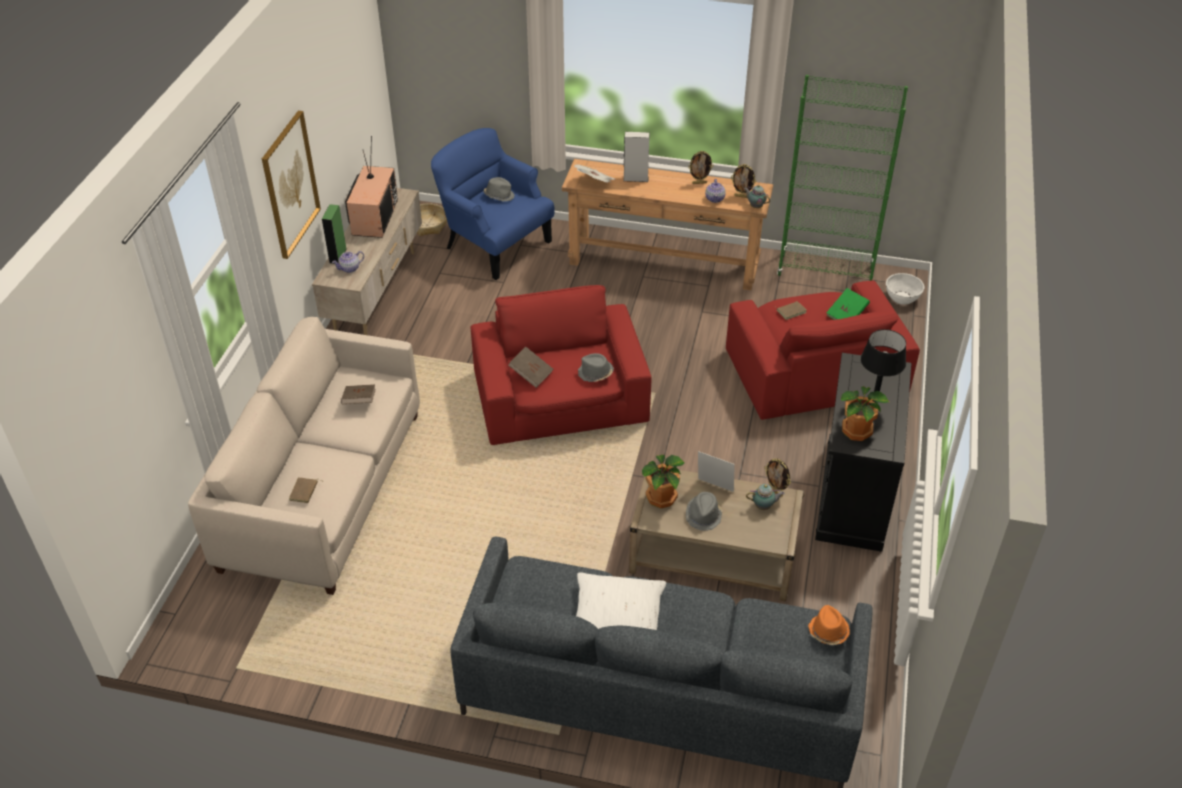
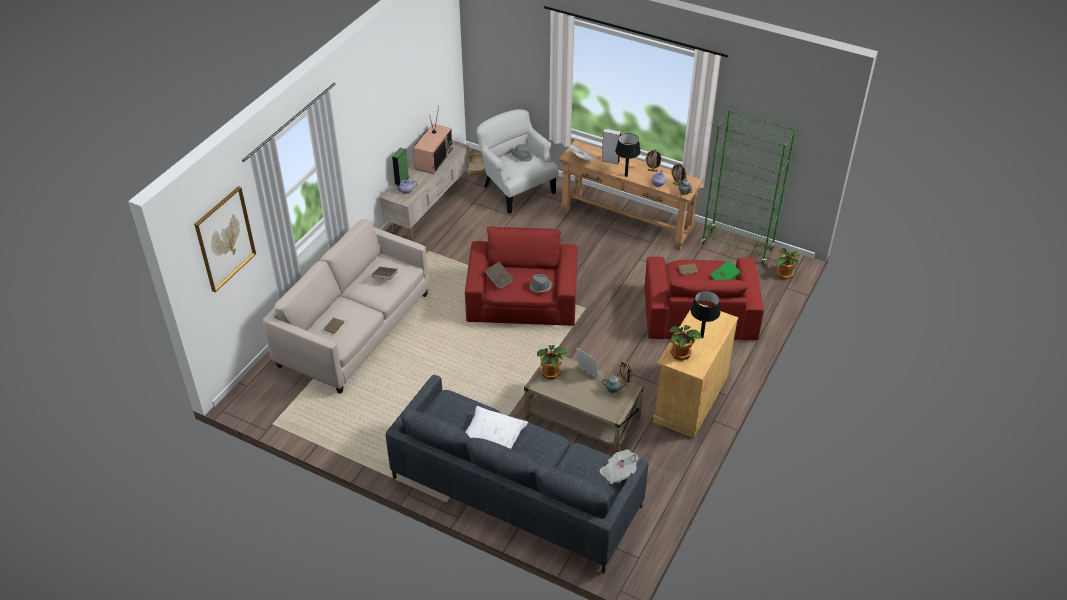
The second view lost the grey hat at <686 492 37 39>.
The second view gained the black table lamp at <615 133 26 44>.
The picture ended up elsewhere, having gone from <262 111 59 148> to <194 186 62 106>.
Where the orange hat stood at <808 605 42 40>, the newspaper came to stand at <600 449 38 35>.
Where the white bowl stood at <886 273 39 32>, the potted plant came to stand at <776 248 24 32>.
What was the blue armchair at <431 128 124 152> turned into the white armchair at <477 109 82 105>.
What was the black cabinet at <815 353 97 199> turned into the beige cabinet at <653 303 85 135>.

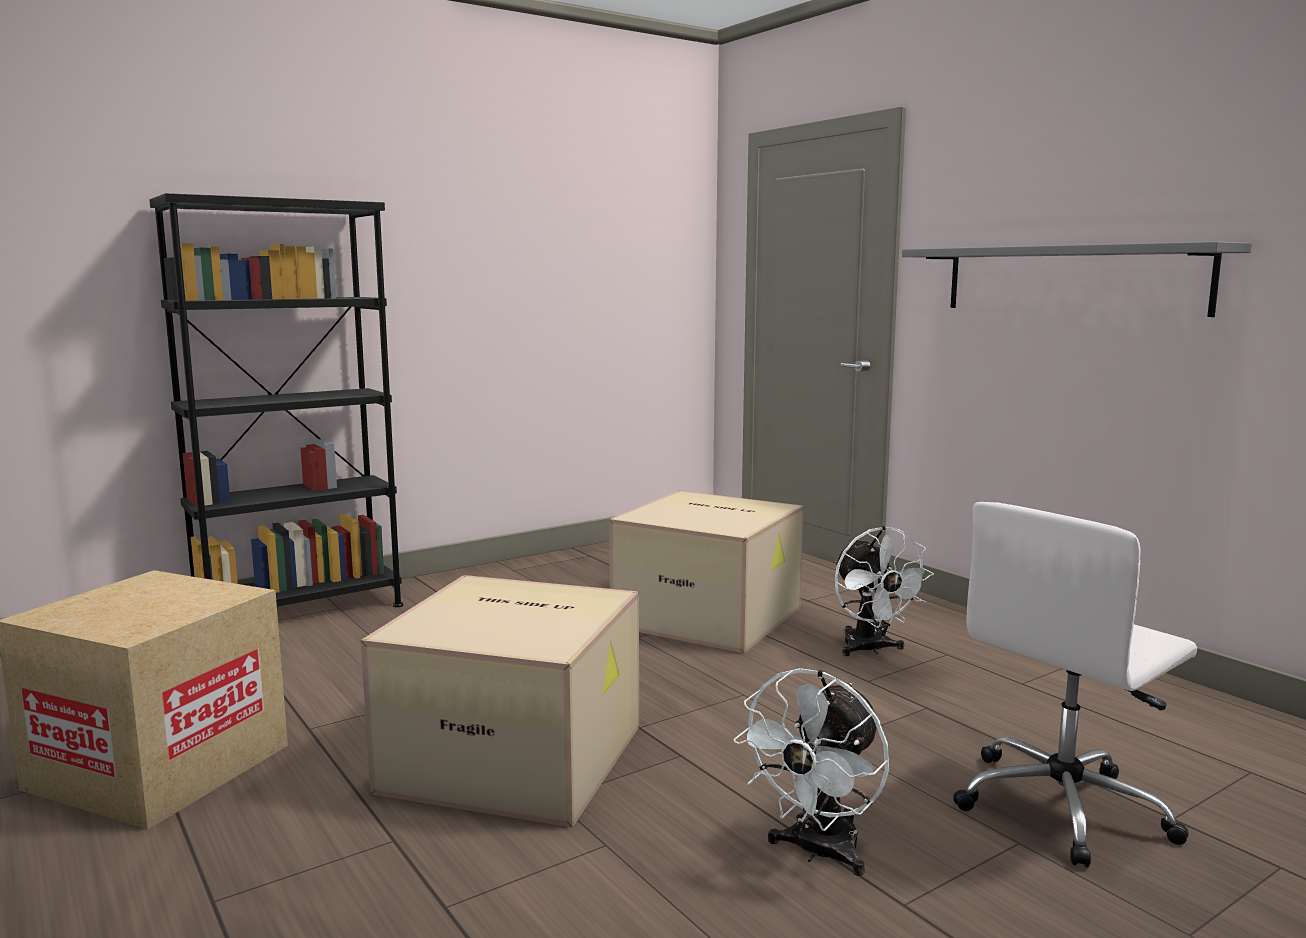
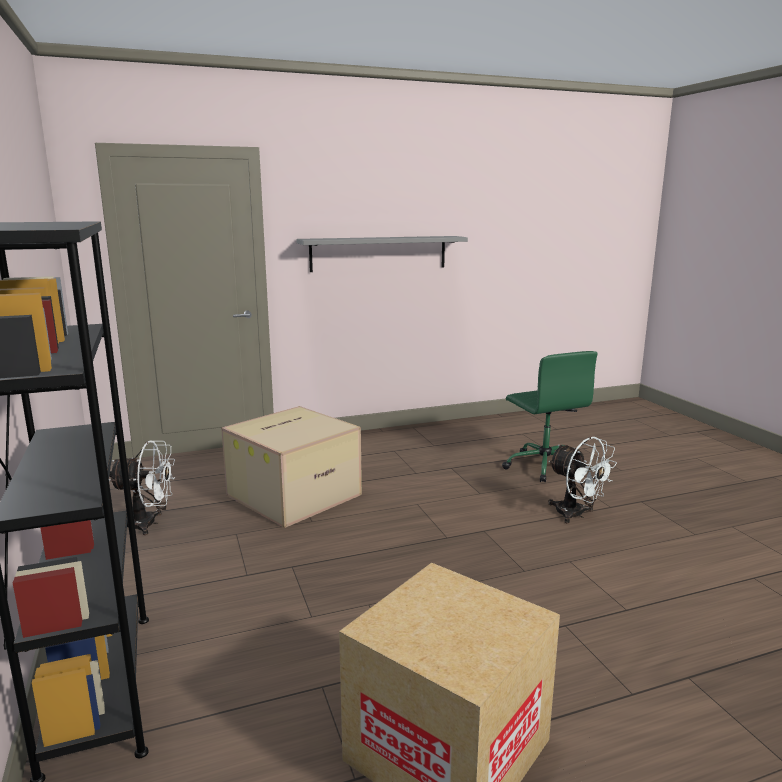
The second view lost the cardboard box at <361 575 278 253>.
The white fan ended up elsewhere, having gone from <835 526 99 130> to <109 440 66 95>.
What was the white office chair at <953 502 244 366> turned into the green office chair at <502 351 96 131>.

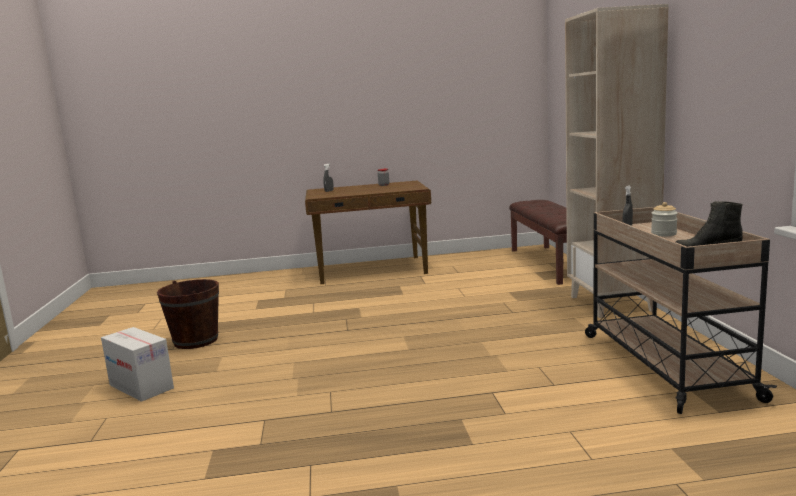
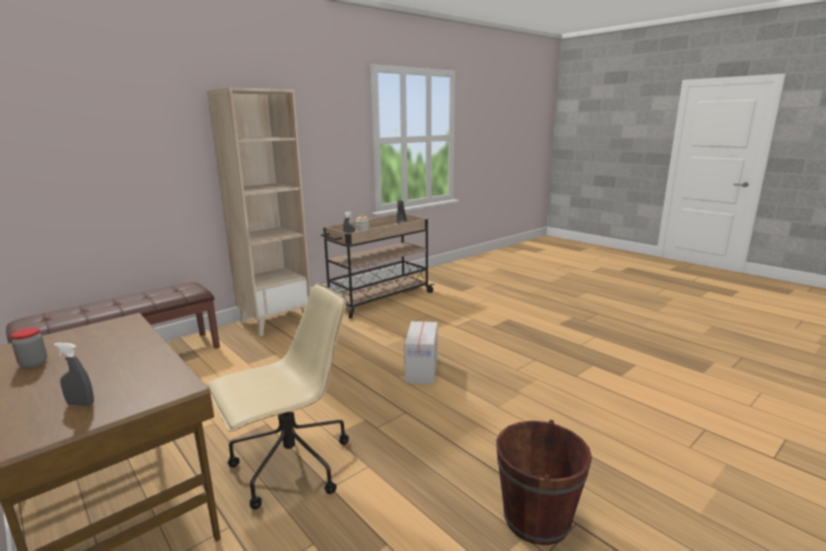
The second view gained the beige office chair at <206 284 143 226>.
The cardboard box ended up elsewhere, having gone from <101 327 73 75> to <405 321 33 63>.

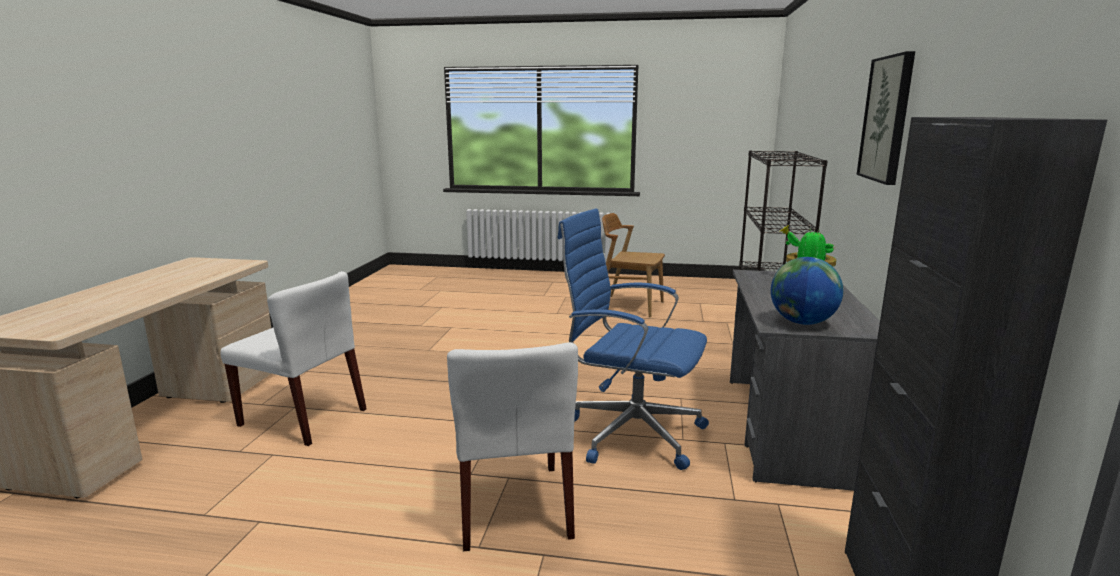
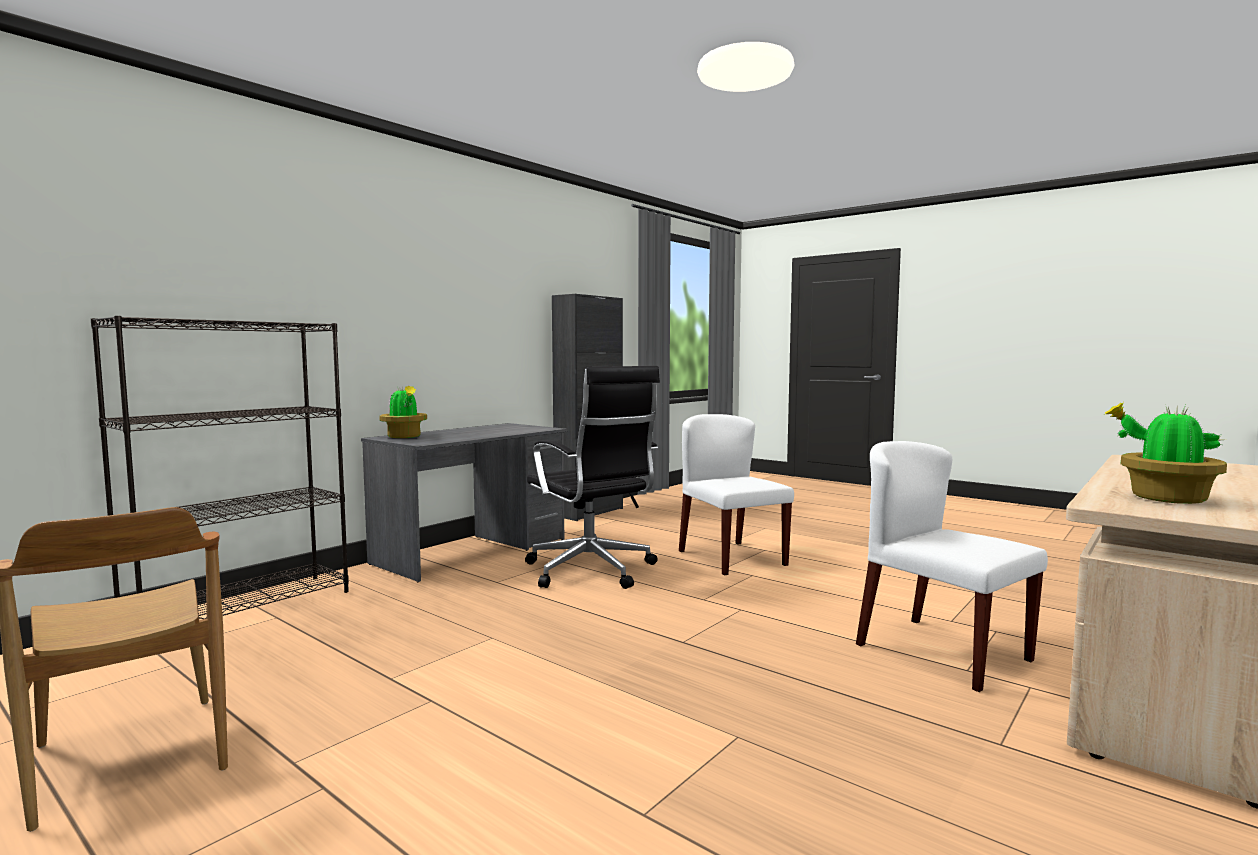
The second view lost the globe at <771 257 72 68>.
The second view lost the picture at <857 51 58 134>.
The second view gained the potted plant at <1103 403 124 101>.
What was the blue office chair at <557 208 152 262> turned into the black office chair at <525 366 135 223>.
The white chair at <447 342 131 209> ended up facing another way, 45 degrees counterclockwise from before.

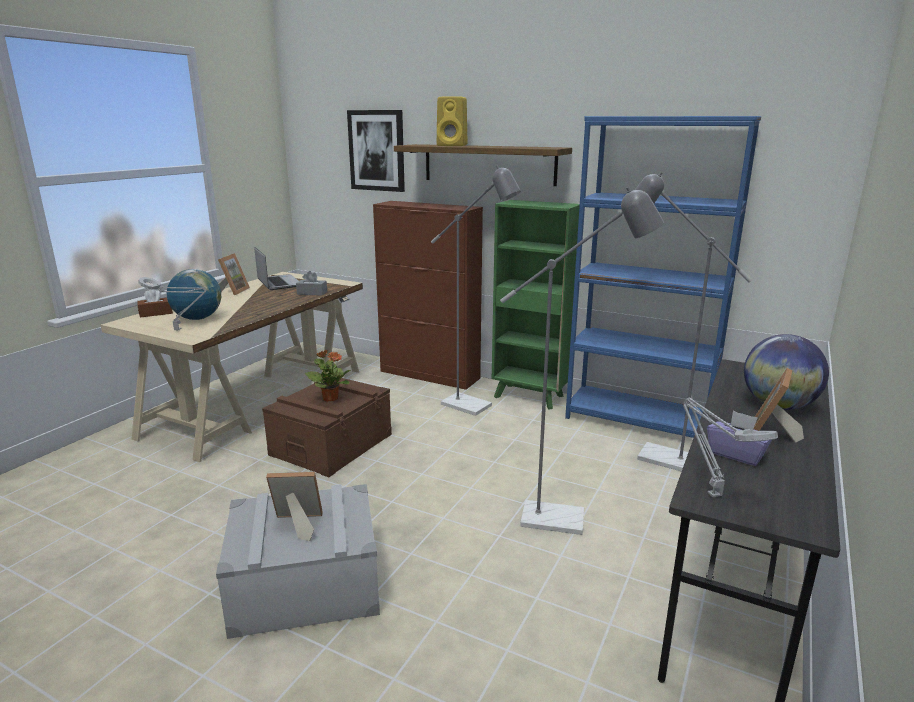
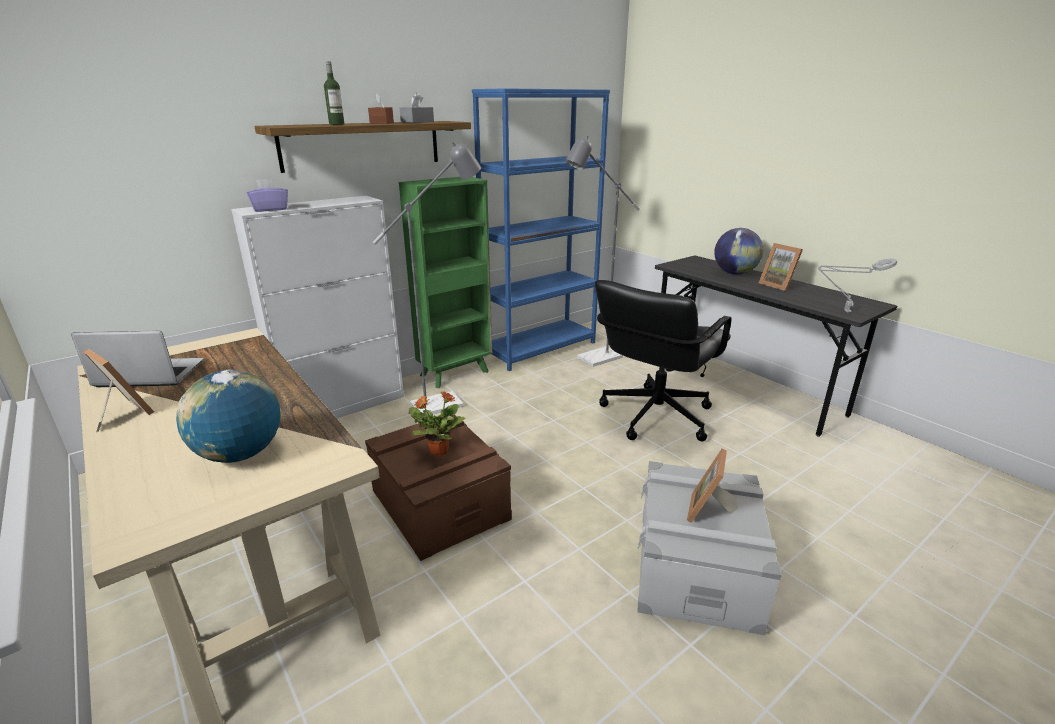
The second view lost the grey table lamp at <138 277 68 53>.
The second view lost the picture at <347 110 58 82>.
The brown tissue box ended up elsewhere, having gone from <137 289 36 29> to <368 92 26 32>.
The grey tissue box ended up elsewhere, having gone from <296 271 31 25> to <400 93 34 30>.
The purple tissue box ended up elsewhere, having gone from <707 411 65 55> to <247 179 41 33>.
Where the yellow speaker stood at <437 96 30 50>, the bottle came to stand at <324 61 20 64>.
Where the grey floor lamp stood at <500 187 164 348>, the black office chair came to stand at <595 280 137 161>.
What was the brown cabinet at <373 201 110 189> turned into the white cabinet at <231 195 173 223>.

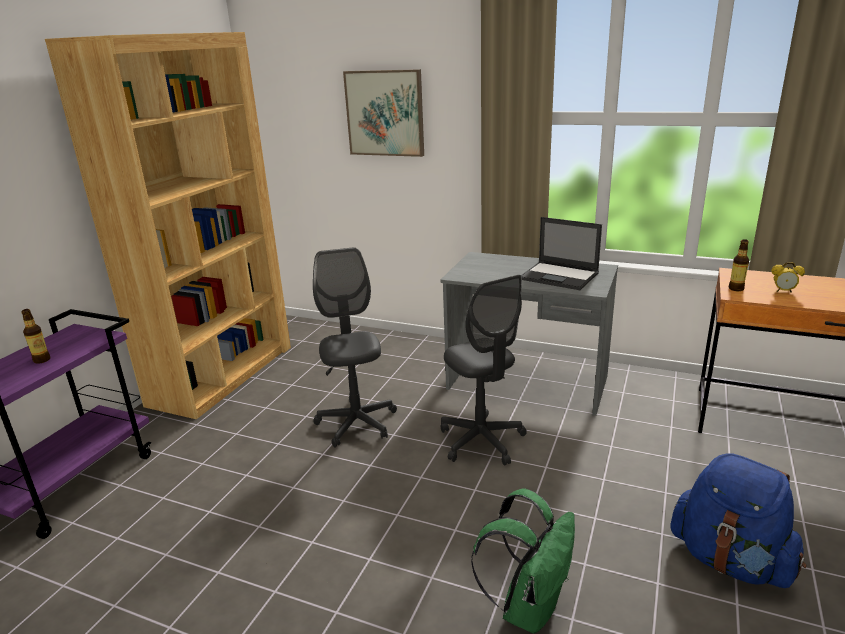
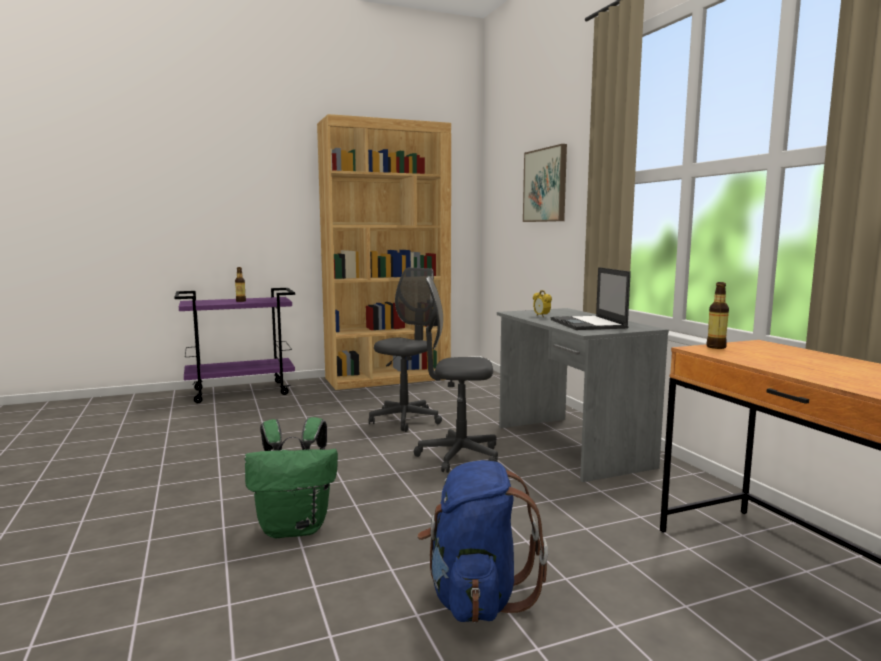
The alarm clock ended up elsewhere, having gone from <771 262 34 31> to <533 290 19 27>.
The grey office chair at <441 275 86 191> ended up facing another way, 75 degrees clockwise from before.

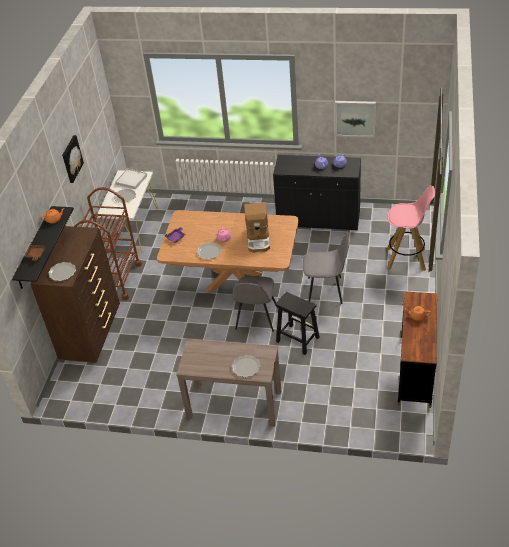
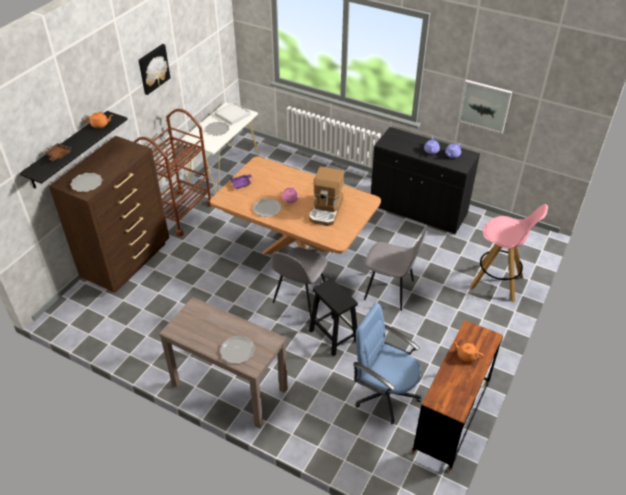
The second view gained the blue office chair at <353 303 68 121>.

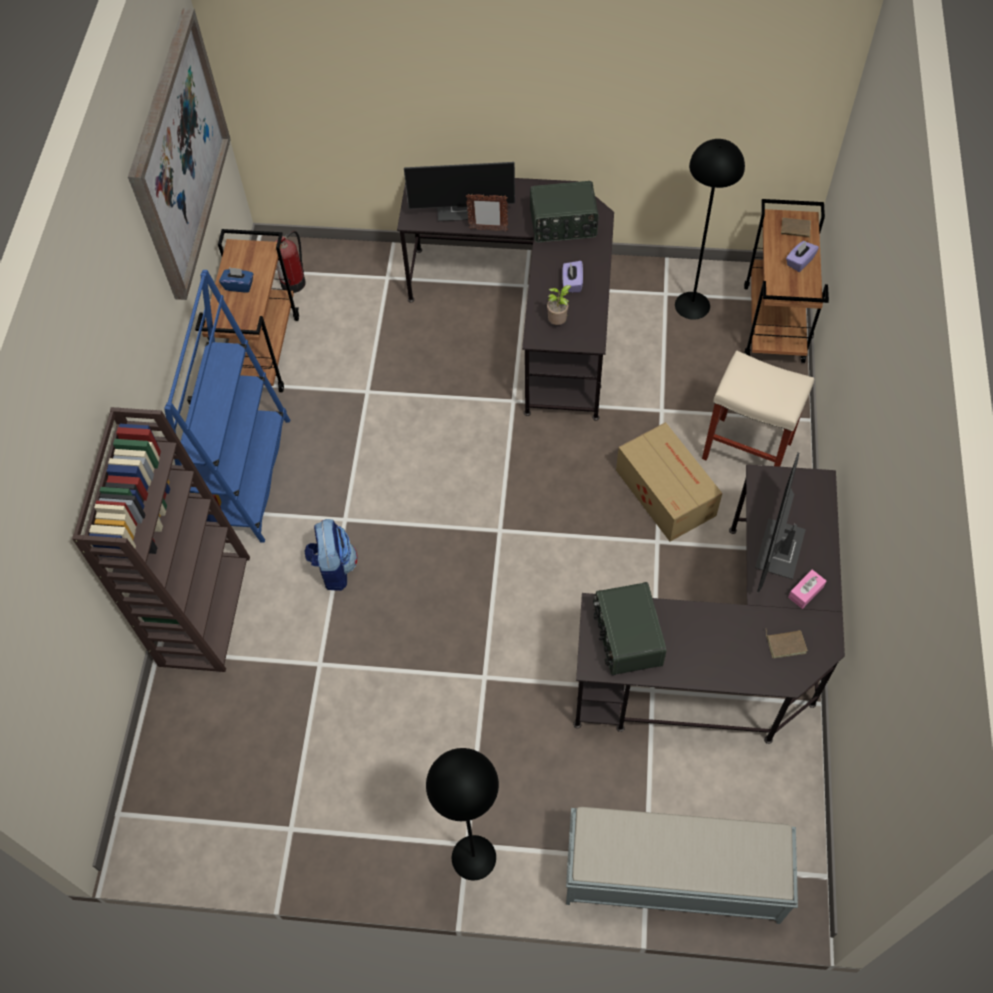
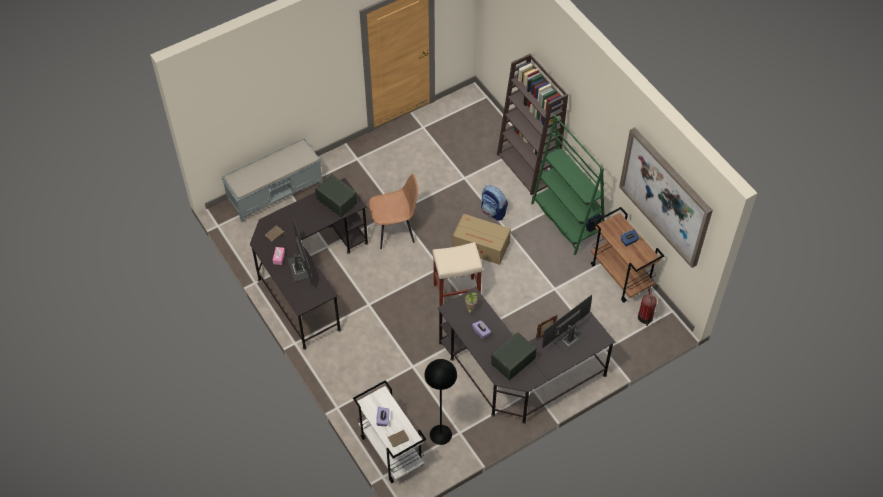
The second view lost the black floor lamp at <426 748 73 132>.
The second view gained the brown chair at <369 174 49 75>.
The cardboard box ended up elsewhere, having gone from <616 422 106 120> to <453 214 58 51>.
The beige stool ended up elsewhere, having gone from <702 351 112 116> to <432 242 51 65>.
What was the blue bookcase at <164 270 126 273> turned into the green bookcase at <531 114 74 141>.
What was the brown cart at <744 199 85 164> turned into the white cart at <353 380 73 103>.

